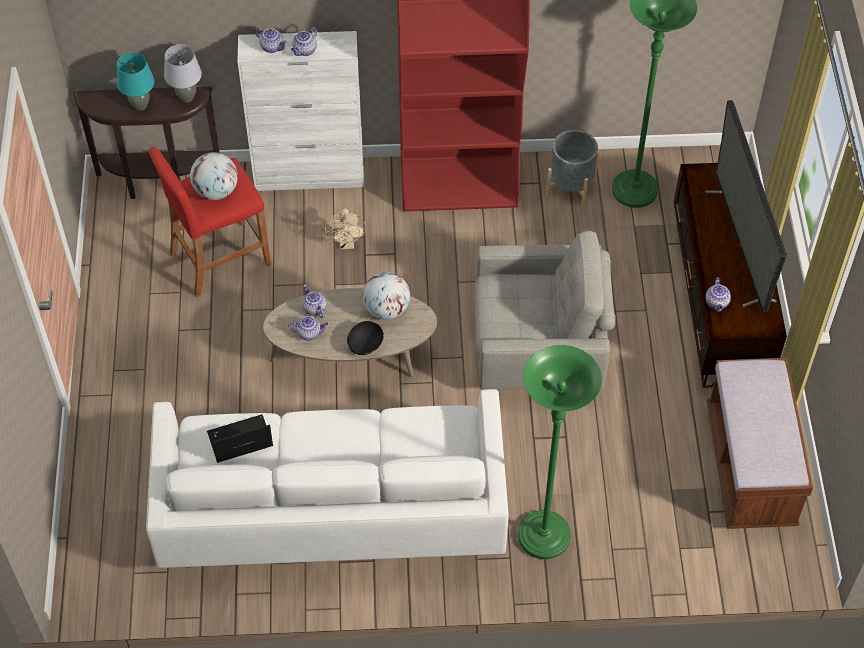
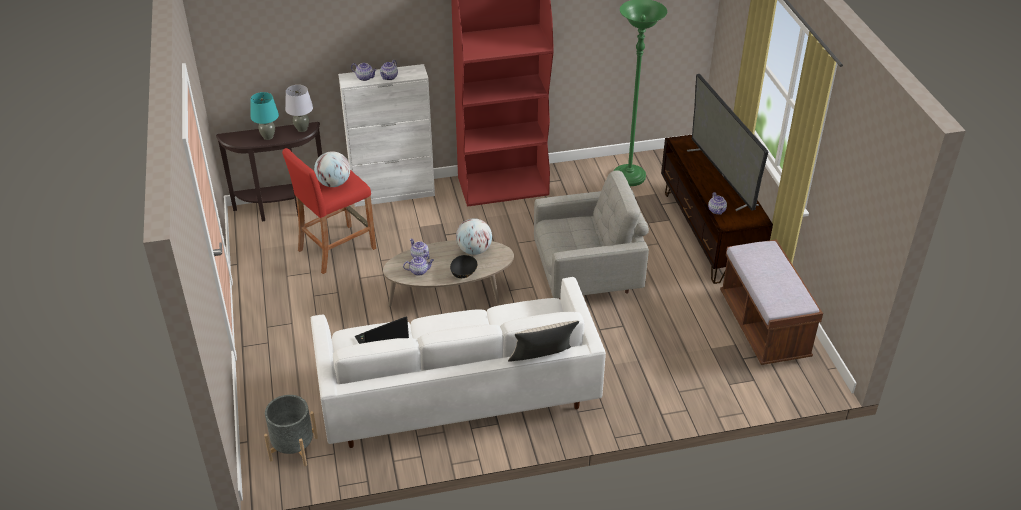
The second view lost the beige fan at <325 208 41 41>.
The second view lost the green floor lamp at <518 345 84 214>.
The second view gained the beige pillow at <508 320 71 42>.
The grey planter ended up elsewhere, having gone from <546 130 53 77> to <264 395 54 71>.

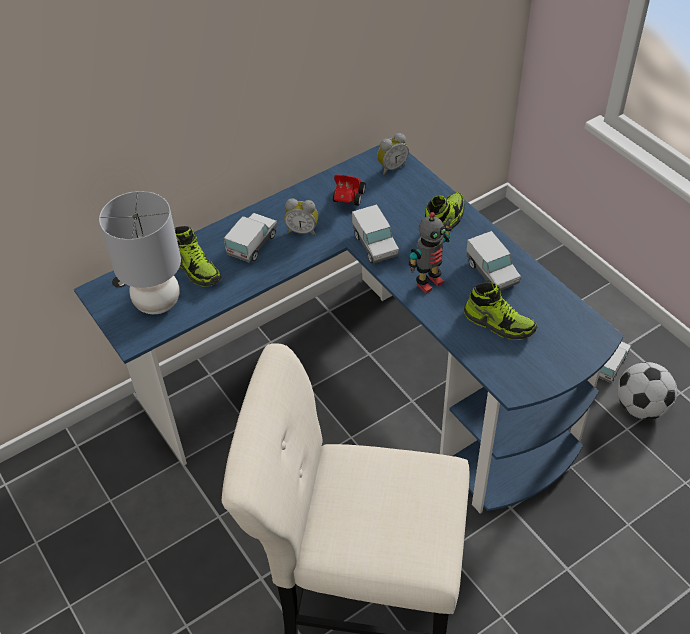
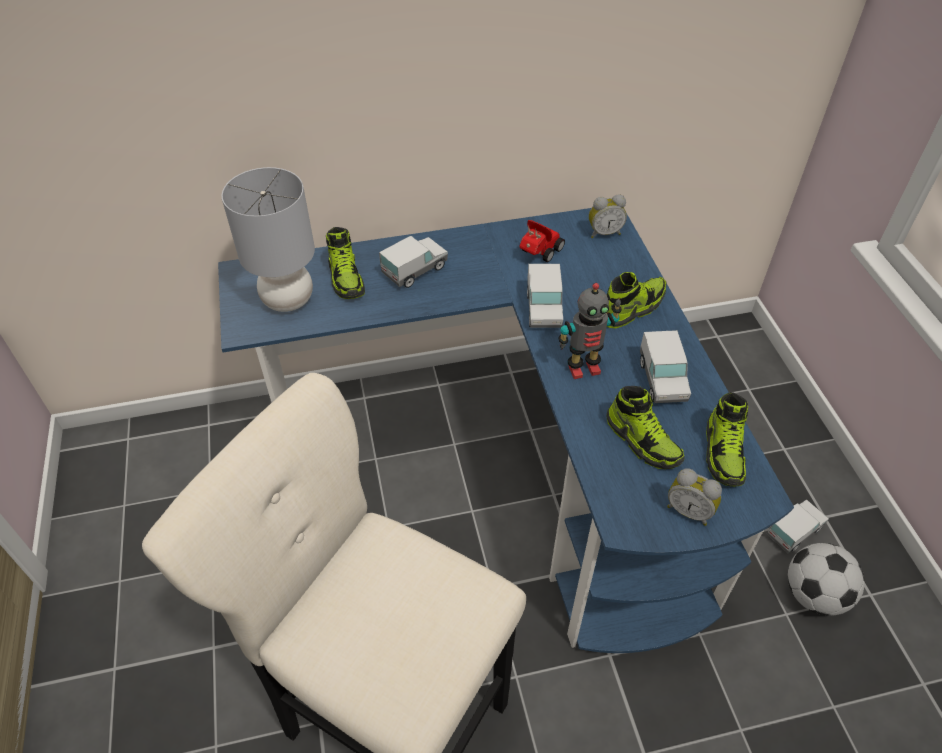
The second view gained the shoe at <706 392 42 95>.
The alarm clock ended up elsewhere, having gone from <284 198 34 38> to <667 468 55 58>.

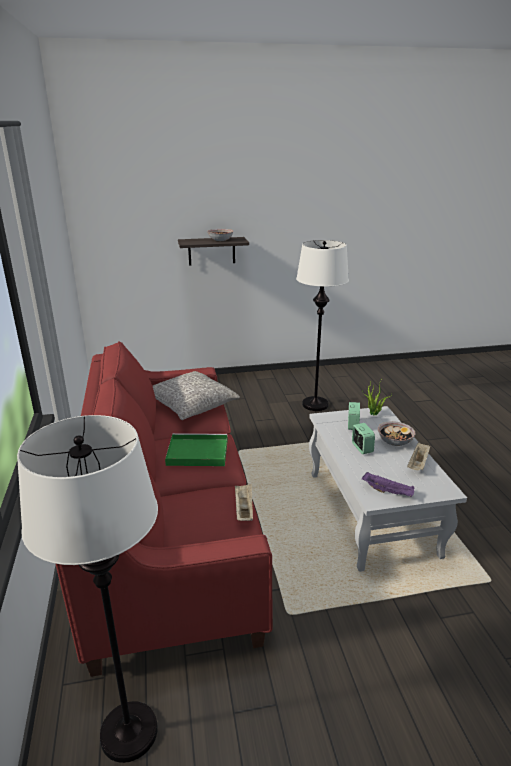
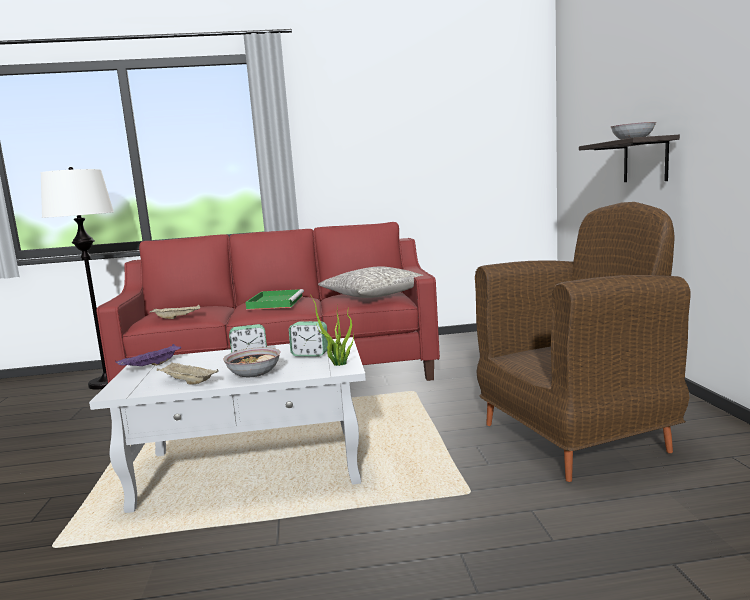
Where the white floor lamp stood at <296 240 53 171>, the brown armchair came to stand at <475 202 215 280>.

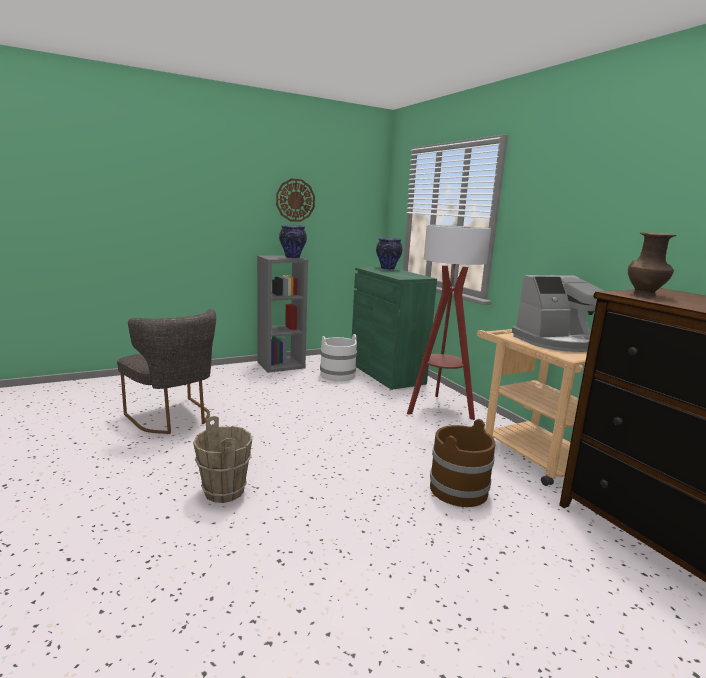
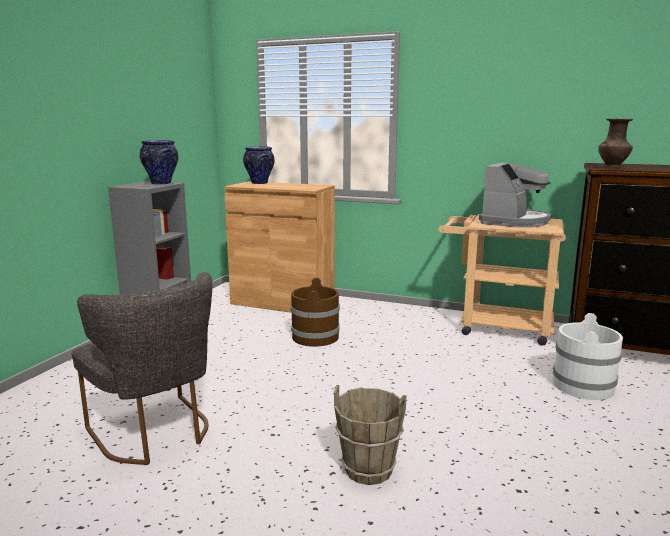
The second view lost the wall clock at <276 179 39 43>.
The second view lost the floor lamp at <407 225 84 195>.
The white bucket ended up elsewhere, having gone from <320 334 37 47> to <553 313 70 87>.
The brown bucket ended up elsewhere, having gone from <430 419 65 88> to <291 278 49 69>.
What was the green cabinet at <352 267 85 123> turned into the brown cabinet at <224 181 111 132>.
The grey chair at <117 309 99 125> ended up facing another way, 45 degrees clockwise from before.

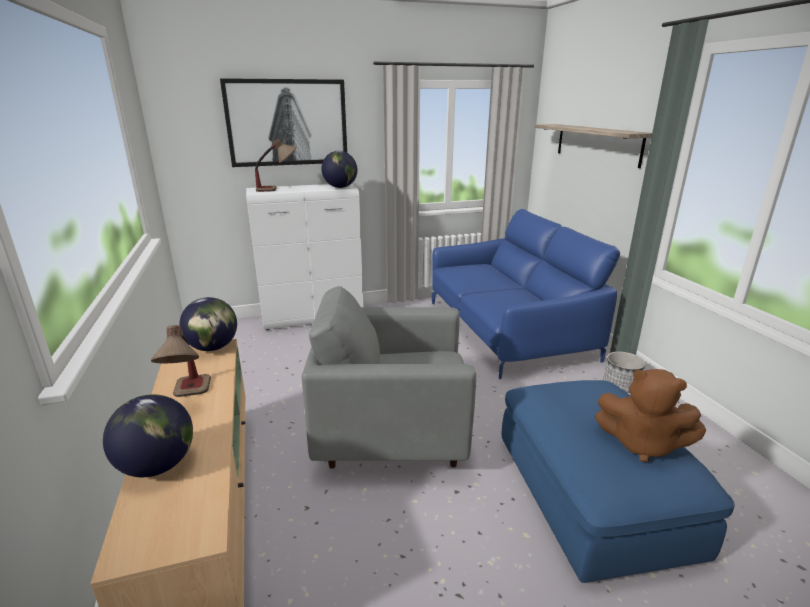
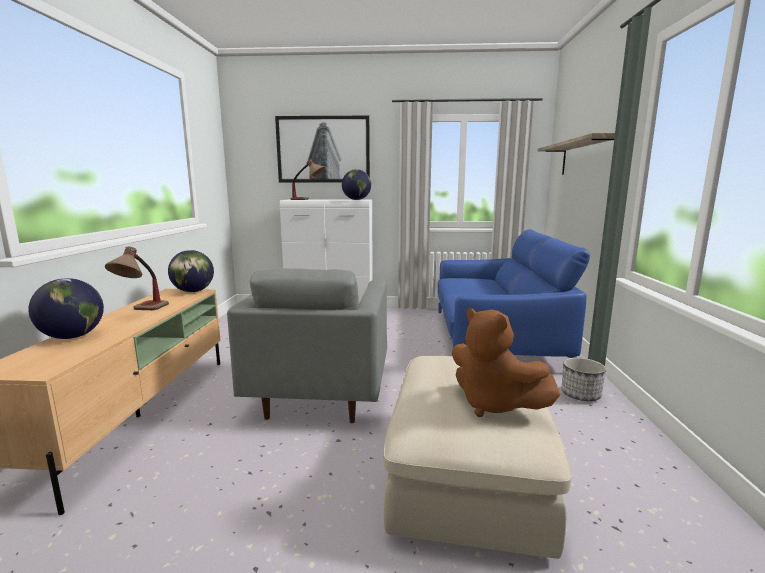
What was the blue ottoman at <502 380 233 203> turned into the beige ottoman at <384 356 187 203>.
The grey armchair at <302 286 174 182> ended up facing another way, 105 degrees counterclockwise from before.

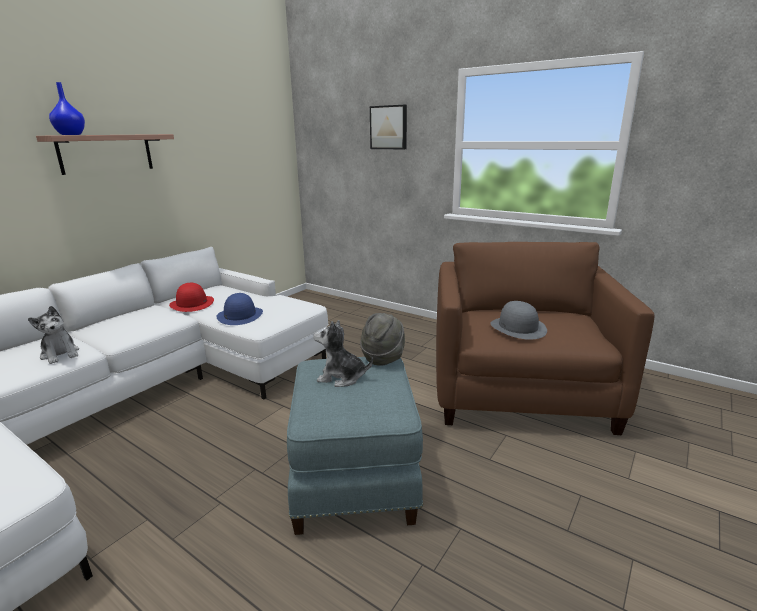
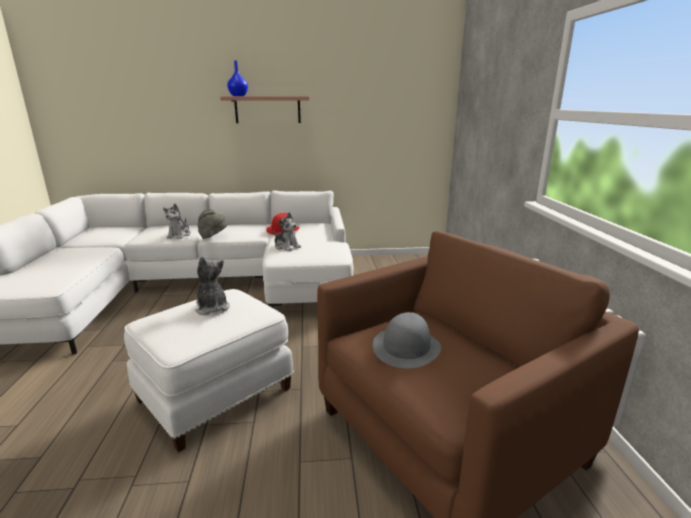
The second view lost the picture at <370 105 37 44>.
The grey hat ended up elsewhere, having gone from <360 313 45 53> to <198 209 30 30>.
Where the blue hat stood at <217 293 46 32>, the plush toy came to stand at <274 212 27 39>.
What was the blue ottoman at <287 357 136 178> turned into the white ottoman at <124 289 170 163>.

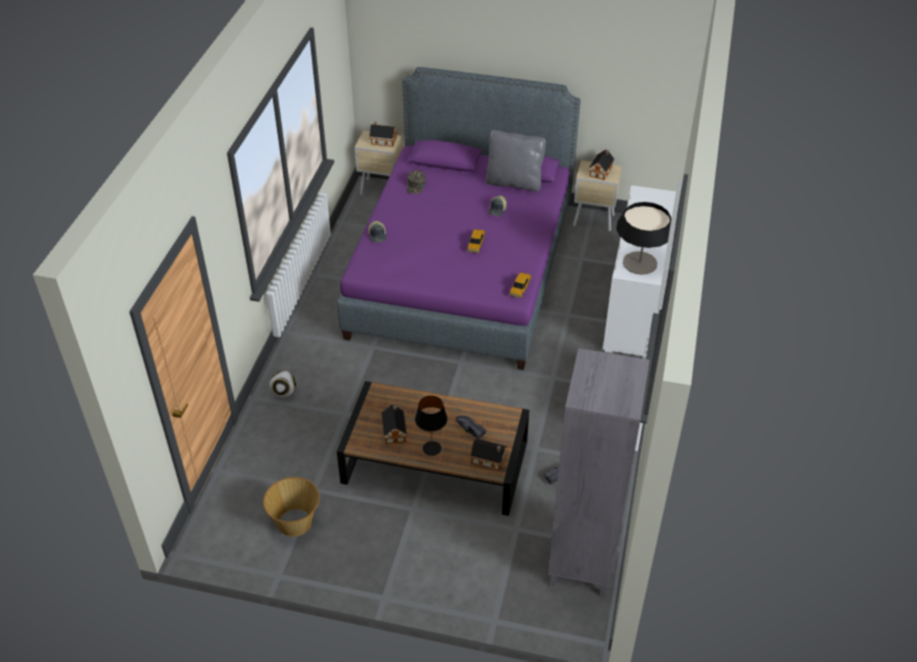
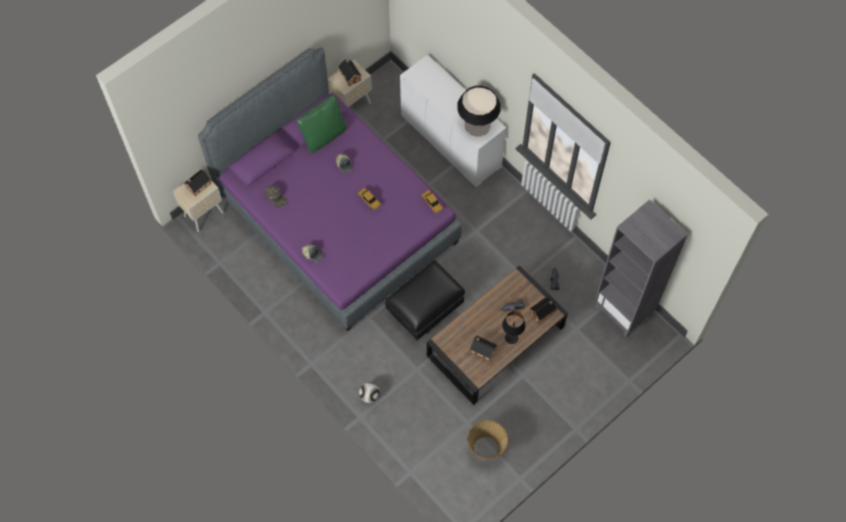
The second view gained the black ottoman at <385 260 80 80>.
What was the grey pillow at <486 130 60 62> turned into the green pillow at <297 95 50 58>.

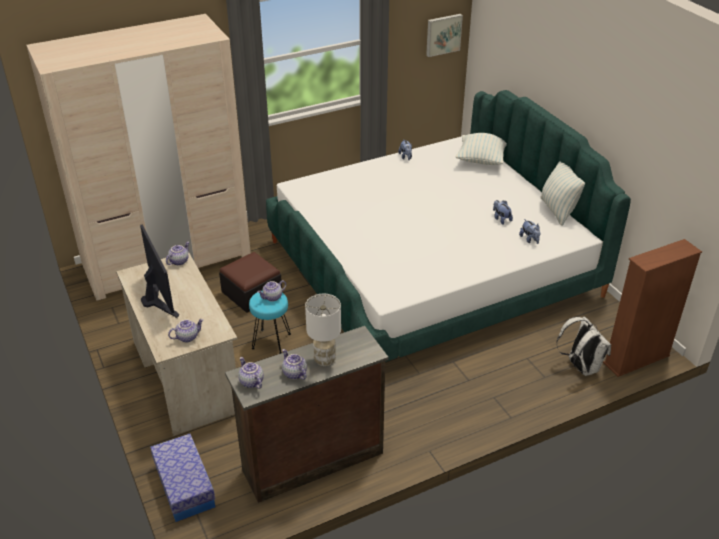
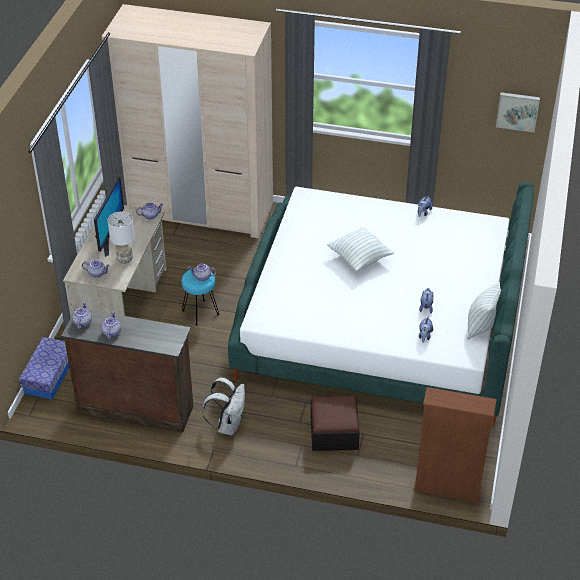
The ottoman ended up elsewhere, having gone from <219 252 63 61> to <310 396 50 55>.
The white table lamp ended up elsewhere, having gone from <305 294 36 72> to <108 212 27 52>.
The pillow ended up elsewhere, having gone from <456 133 51 32> to <327 227 67 44>.
The white backpack ended up elsewhere, having gone from <556 316 55 60> to <202 377 43 58>.

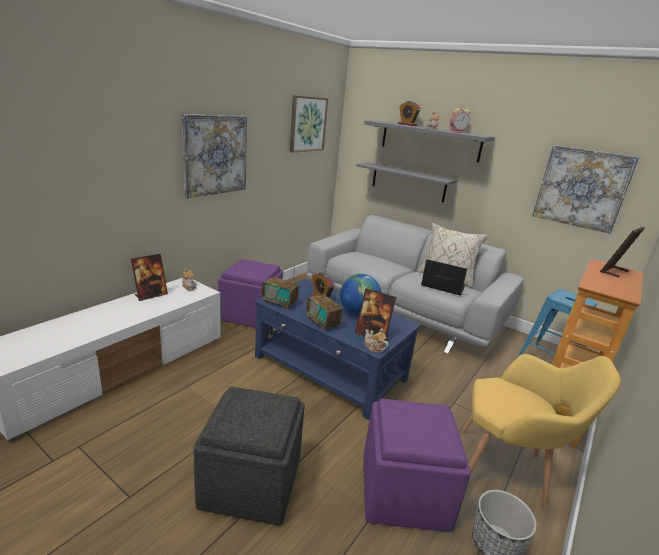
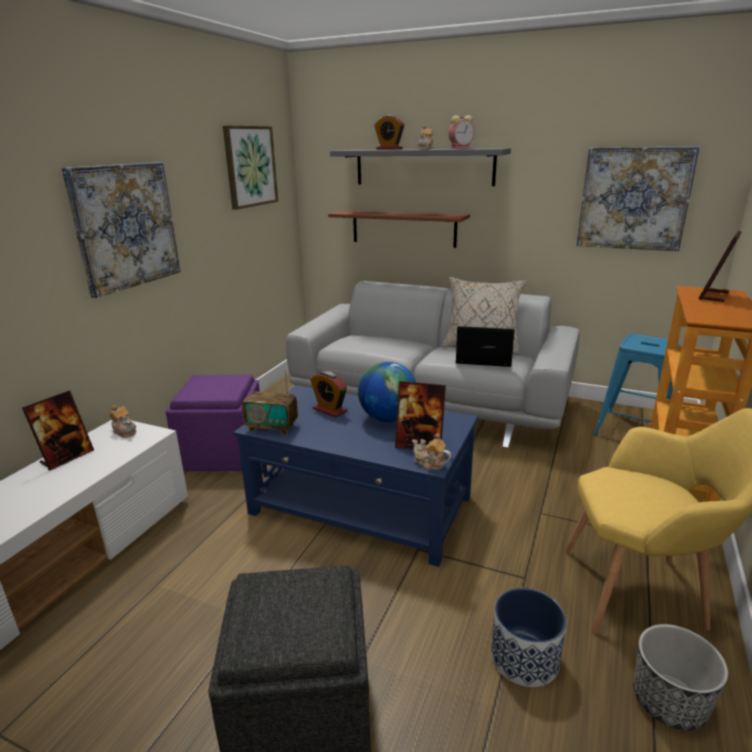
The second view lost the radio at <306 287 36 44>.
Where the purple ottoman stood at <363 399 108 133>, the planter came to stand at <491 588 76 99>.
What was the grey shelf at <356 162 101 40> turned into the brown shelf at <328 210 142 38>.

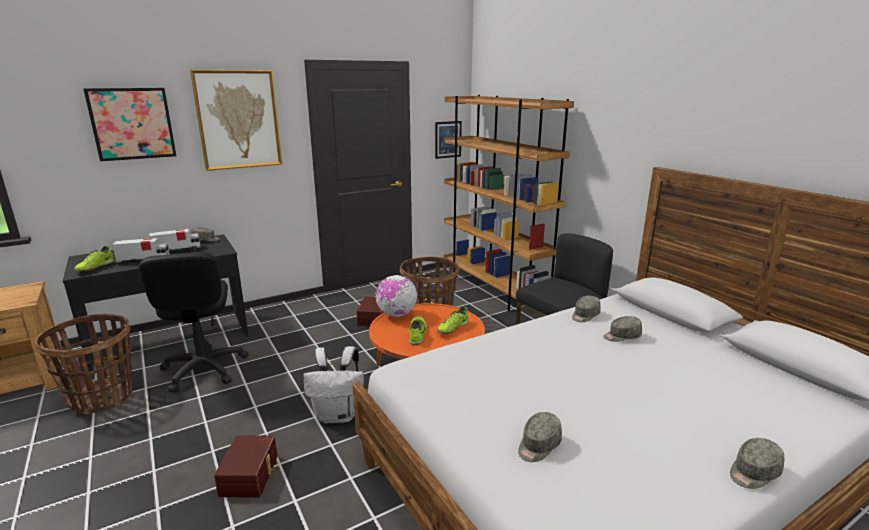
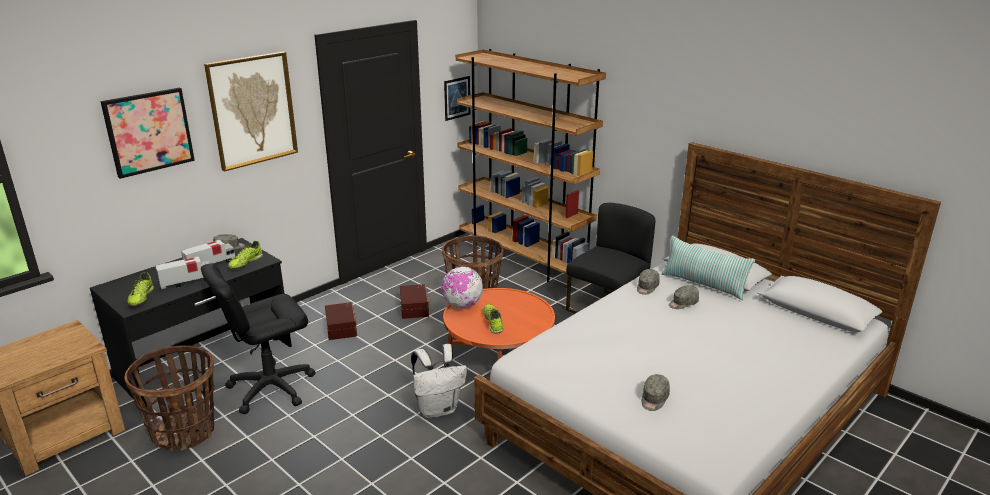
The second view lost the grey cap at <730 438 54 51>.
The second view gained the pillow at <662 236 93 65>.
The brown storage box ended up elsewhere, having gone from <214 435 64 62> to <325 302 33 38>.
The shoe ended up elsewhere, having gone from <437 306 32 28> to <228 241 35 28>.
The black office chair at <138 252 111 141> ended up facing another way, 90 degrees clockwise from before.

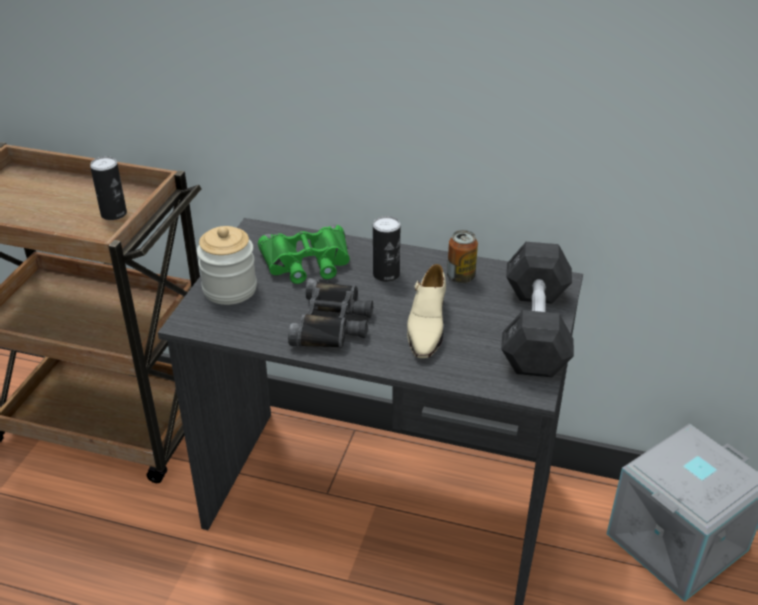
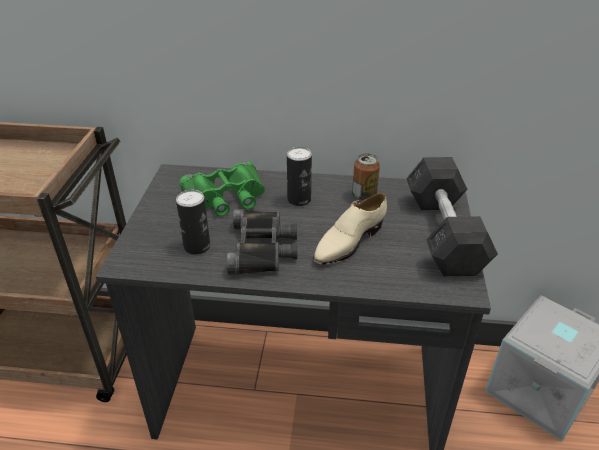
The second view lost the jar at <197 226 60 79>.
The can ended up elsewhere, having gone from <90 156 37 64> to <176 190 34 65>.
The beige shoe at <407 264 39 94> ended up facing another way, 45 degrees clockwise from before.

